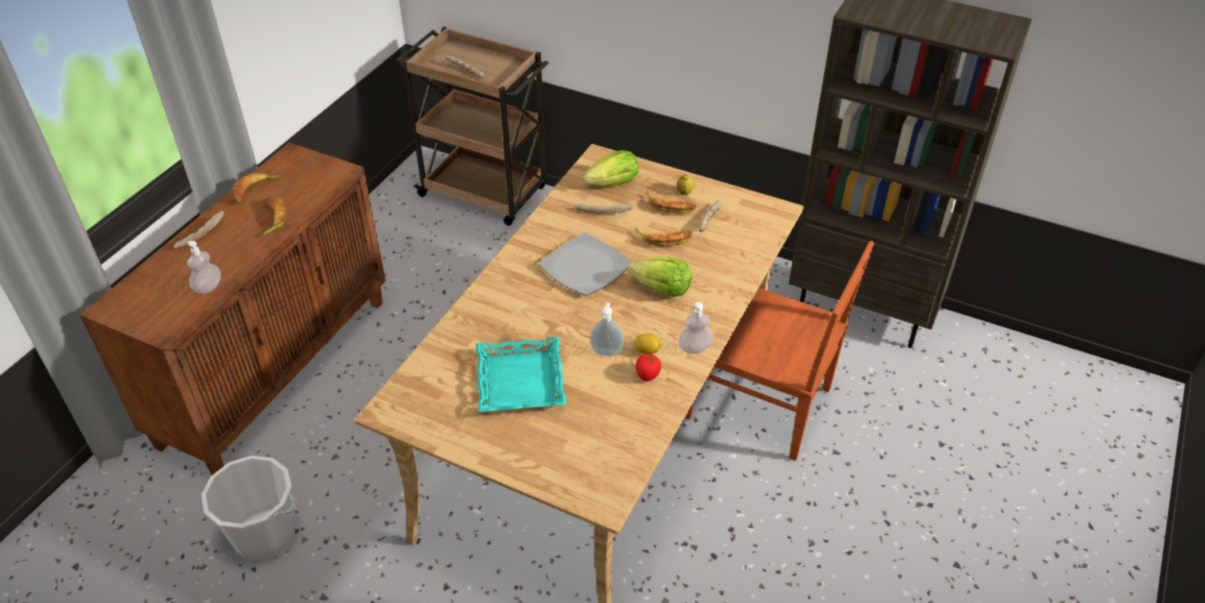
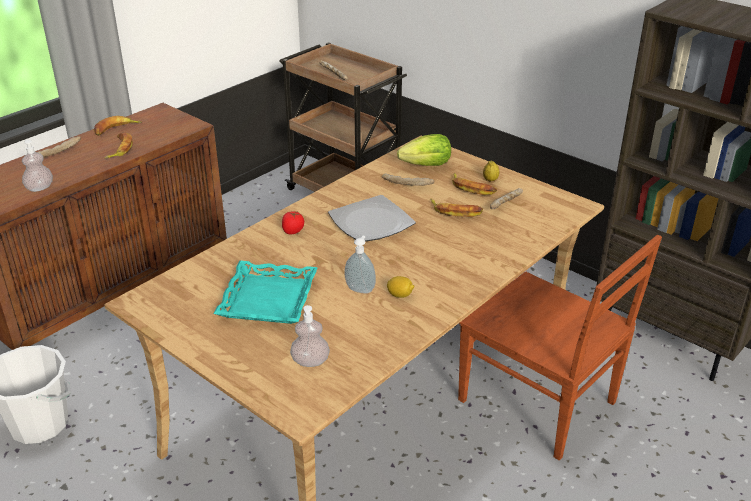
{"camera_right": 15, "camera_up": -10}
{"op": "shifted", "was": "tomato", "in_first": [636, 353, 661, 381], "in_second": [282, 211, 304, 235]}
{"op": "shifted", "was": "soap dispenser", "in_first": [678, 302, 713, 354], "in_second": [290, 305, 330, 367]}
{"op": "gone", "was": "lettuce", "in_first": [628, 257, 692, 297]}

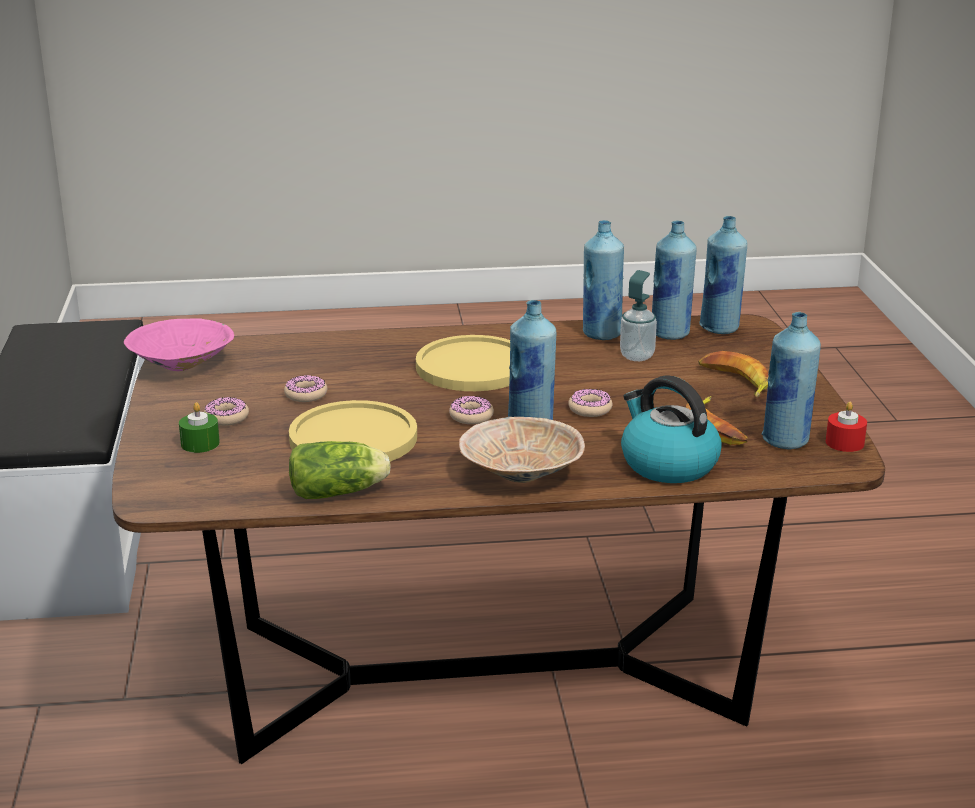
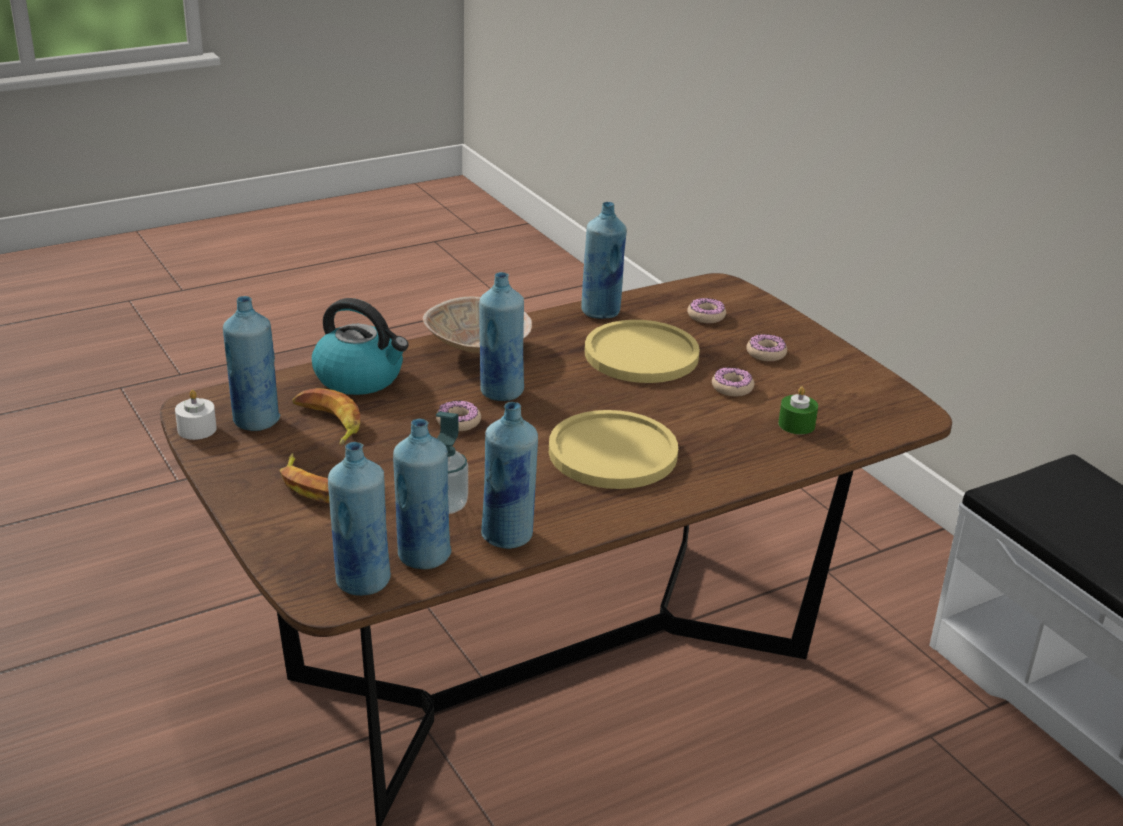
{"camera_right": 155, "camera_up": 5}
{"op": "repainted", "was": "red candle", "now": "white candle", "in_first": [826, 402, 867, 452], "in_second": [175, 390, 217, 440]}
{"op": "swapped", "was": "lettuce", "now": "blue bottle", "in_first": [289, 441, 391, 499], "in_second": [581, 202, 627, 319]}
{"op": "shifted", "was": "donut", "in_first": [449, 396, 494, 424], "in_second": [687, 298, 726, 323]}
{"op": "shifted", "was": "green candle", "in_first": [179, 402, 220, 453], "in_second": [778, 386, 818, 435]}
{"op": "gone", "was": "pink bowl", "in_first": [124, 318, 234, 371]}

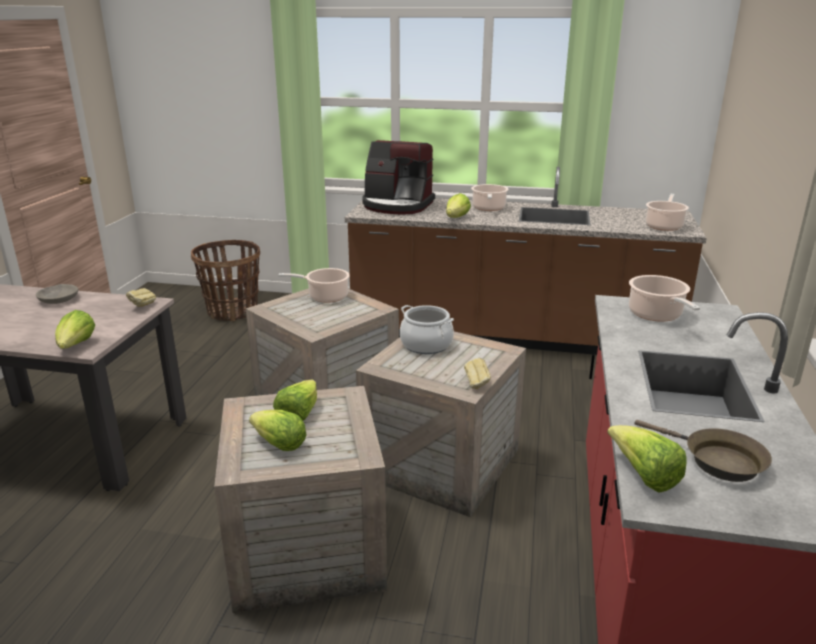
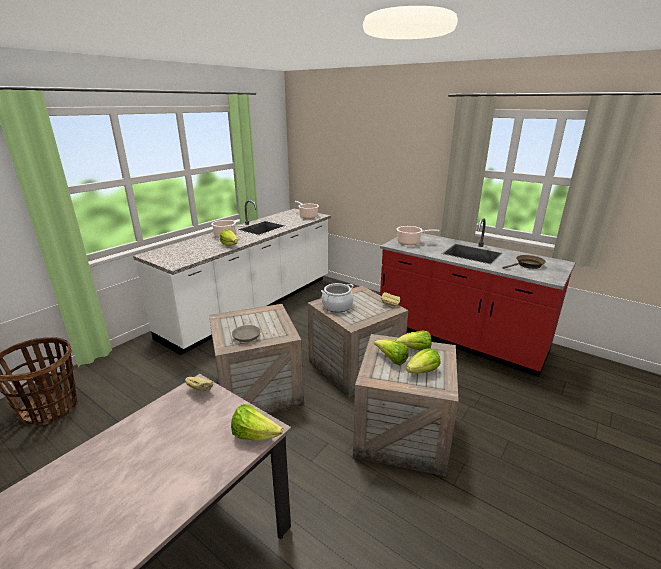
{"camera_right": -65, "camera_up": 0}
{"op": "repainted", "was": "brown counter", "now": "white counter", "in_first": [345, 166, 707, 355], "in_second": [133, 200, 331, 355]}
{"op": "shifted", "was": "grey bowl", "in_first": [36, 284, 78, 304], "in_second": [232, 325, 261, 342]}
{"op": "shifted", "was": "lettuce", "in_first": [607, 425, 687, 493], "in_second": [395, 331, 432, 351]}
{"op": "gone", "was": "cooking pot", "in_first": [278, 268, 350, 303]}
{"op": "gone", "was": "coffee machine", "in_first": [362, 140, 435, 215]}

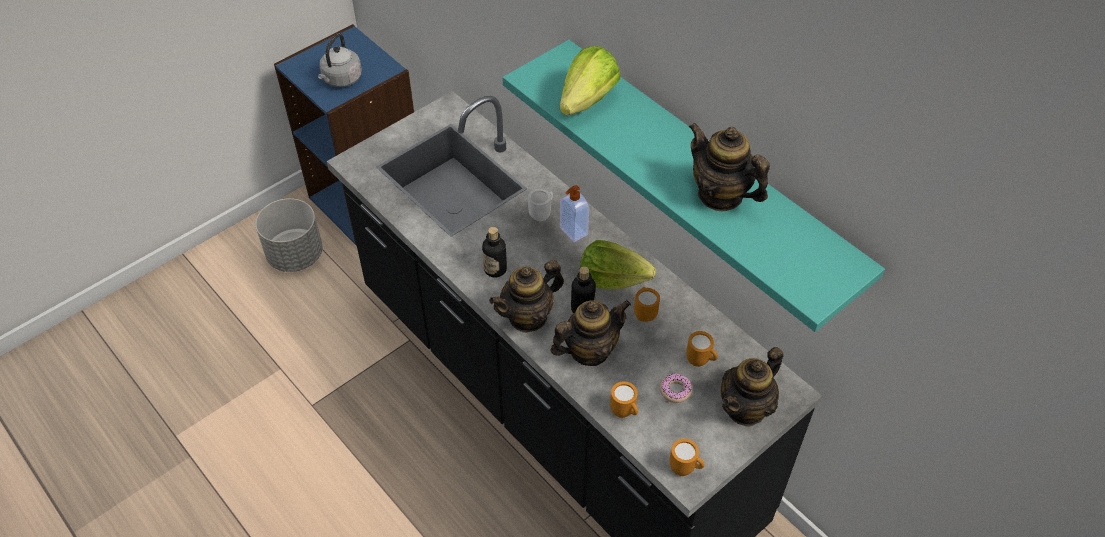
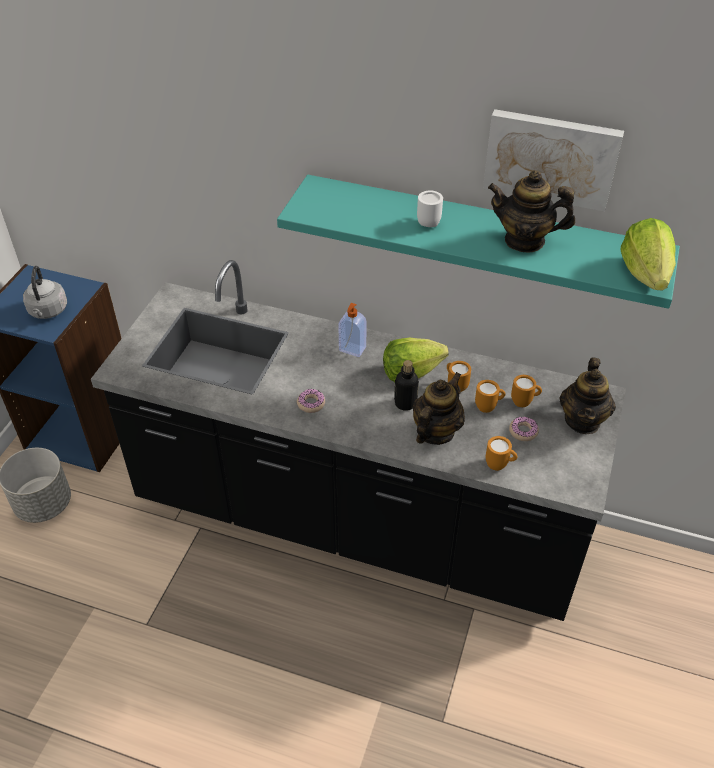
{"camera_right": -30, "camera_up": -5}
{"op": "swapped", "was": "bottle", "now": "donut", "in_first": [482, 227, 507, 278], "in_second": [297, 389, 325, 413]}
{"op": "shifted", "was": "white mug", "in_first": [528, 189, 553, 222], "in_second": [417, 190, 443, 227]}
{"op": "shifted", "was": "orange mug", "in_first": [670, 439, 705, 476], "in_second": [475, 380, 506, 413]}
{"op": "new", "now": "picture", "in_second": [483, 109, 624, 212]}
{"op": "shifted", "was": "lettuce", "in_first": [559, 46, 621, 116], "in_second": [621, 218, 676, 291]}
{"op": "gone", "was": "teapot", "in_first": [489, 260, 564, 333]}

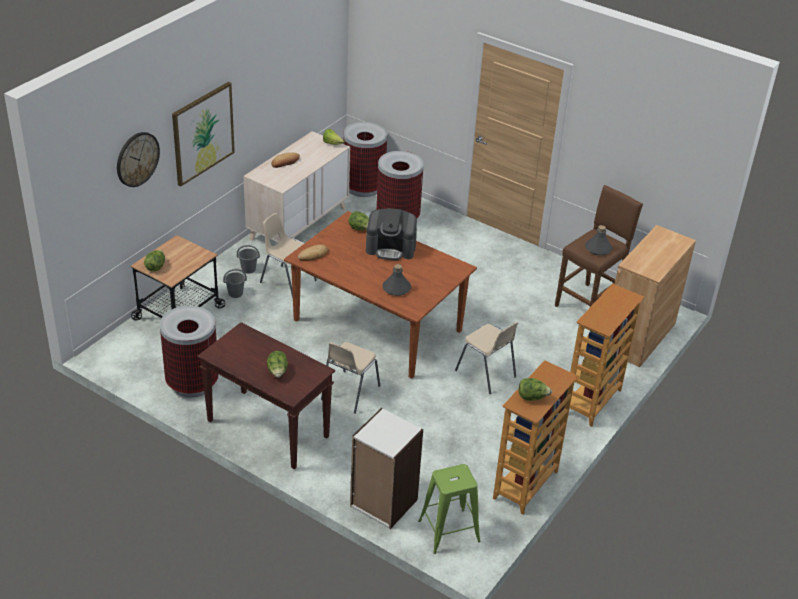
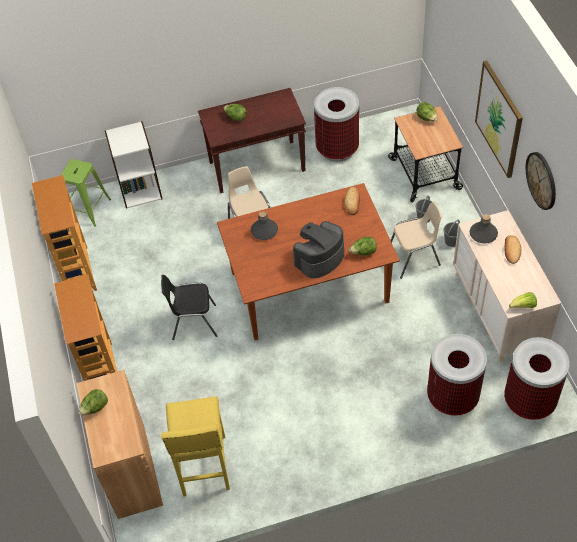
{"camera_right": 135, "camera_up": 15}
{"op": "shifted", "was": "lettuce", "in_first": [519, 378, 552, 401], "in_second": [79, 389, 108, 416]}
{"op": "repainted", "was": "beige chair", "now": "black chair", "in_first": [455, 322, 519, 394], "in_second": [161, 275, 217, 340]}
{"op": "repainted", "was": "brown stool", "now": "yellow stool", "in_first": [555, 185, 643, 307], "in_second": [161, 396, 230, 497]}
{"op": "shifted", "was": "grey bottle", "in_first": [585, 225, 612, 255], "in_second": [470, 214, 498, 244]}
{"op": "shifted", "was": "wall clock", "in_first": [117, 132, 160, 187], "in_second": [526, 152, 556, 210]}

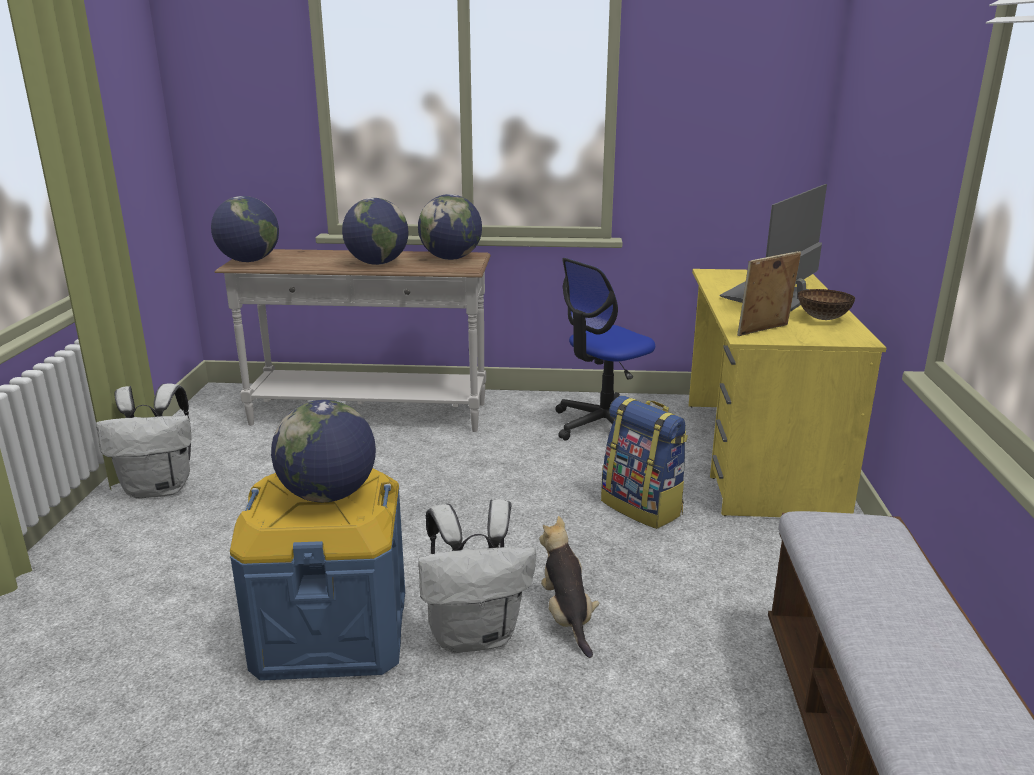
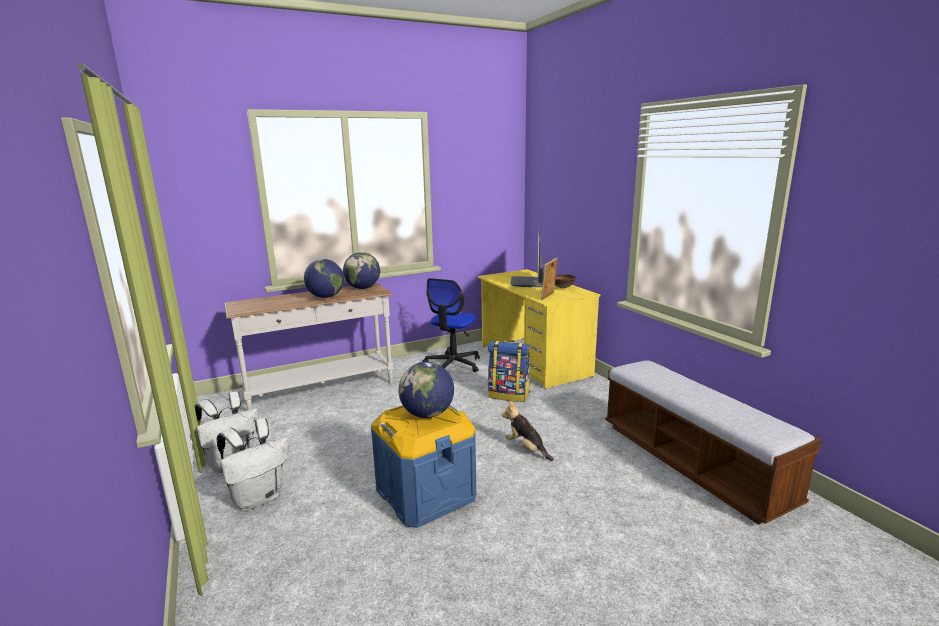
{"camera_right": -30, "camera_up": -5}
{"op": "shifted", "was": "white backpack", "in_first": [418, 499, 536, 653], "in_second": [217, 418, 288, 510]}
{"op": "gone", "was": "globe", "in_first": [211, 196, 279, 262]}

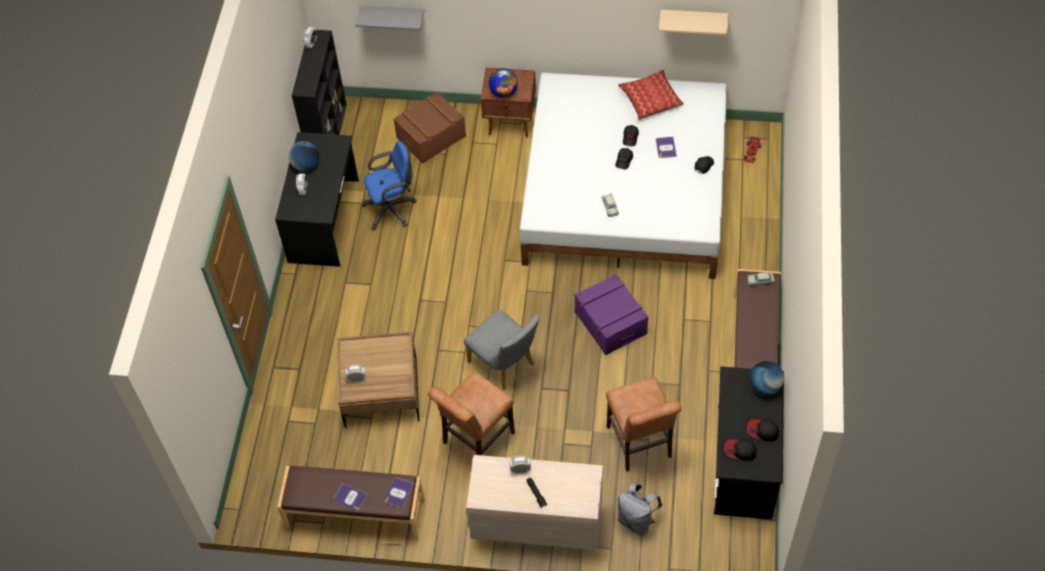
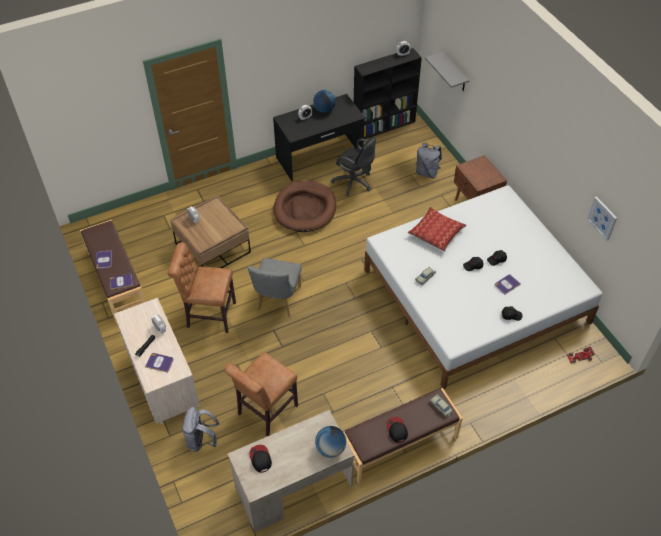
{"camera_right": 55, "camera_up": -5}
{"op": "new", "now": "book", "in_second": [145, 353, 174, 373]}
{"op": "repainted", "was": "black desk", "now": "beige desk", "in_first": [714, 366, 784, 519], "in_second": [228, 410, 355, 532]}
{"op": "new", "now": "brown dog bed", "in_second": [273, 181, 336, 232]}
{"op": "repainted", "was": "blue office chair", "now": "black office chair", "in_first": [361, 141, 417, 230], "in_second": [331, 137, 376, 196]}
{"op": "shifted", "was": "cap", "in_first": [747, 419, 779, 441], "in_second": [387, 417, 408, 443]}
{"op": "shifted", "was": "pillow", "in_first": [618, 70, 684, 120], "in_second": [408, 207, 467, 251]}
{"op": "swapped", "was": "brown storage box", "now": "grey backpack", "in_first": [393, 92, 466, 164], "in_second": [416, 143, 442, 178]}
{"op": "swapped", "was": "beige shelf", "now": "picture", "in_first": [659, 10, 728, 35], "in_second": [587, 196, 617, 241]}
{"op": "gone", "was": "globe", "in_first": [488, 68, 518, 98]}
{"op": "gone", "was": "purple storage box", "in_first": [574, 274, 649, 355]}

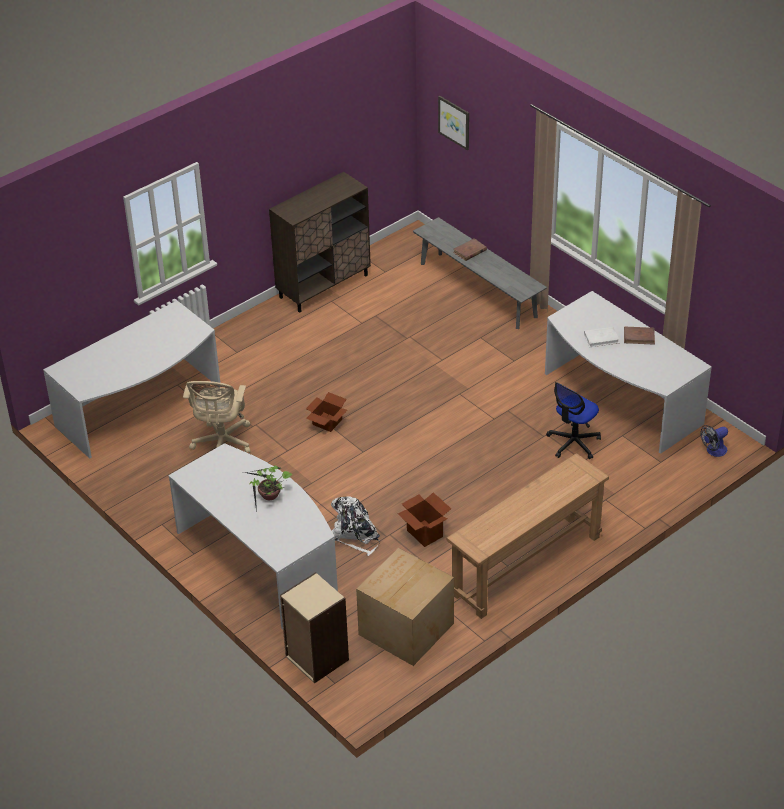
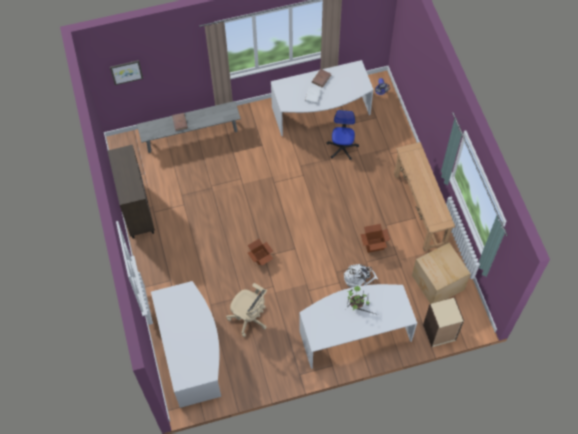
{"camera_right": -65, "camera_up": 20}
{"op": "rotated", "was": "office chair", "in_first": [546, 382, 601, 459], "in_second": [326, 110, 359, 160], "clockwise": -150}

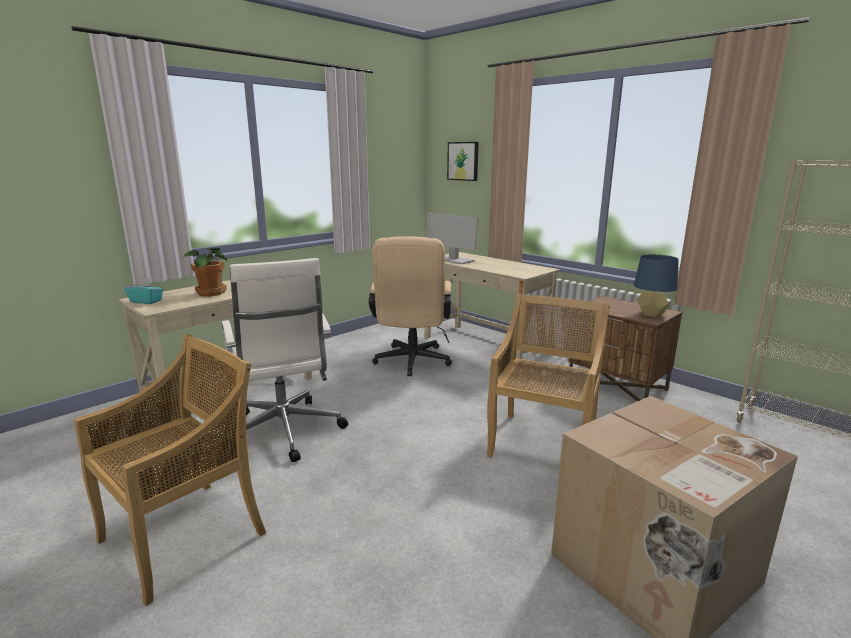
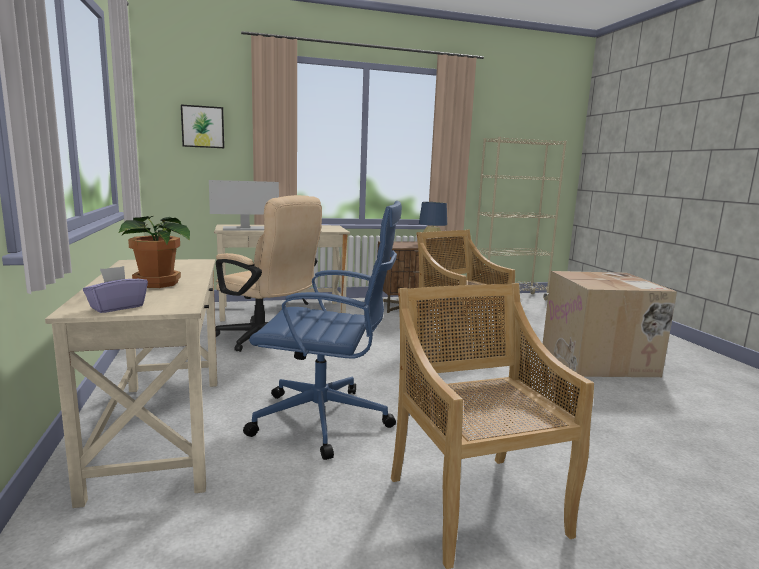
{"camera_right": -60, "camera_up": -5}
{"op": "repainted", "was": "turquoise tissue box", "now": "purple tissue box", "in_first": [125, 278, 164, 304], "in_second": [83, 266, 148, 313]}
{"op": "repainted", "was": "white office chair", "now": "blue office chair", "in_first": [222, 258, 348, 462], "in_second": [243, 201, 402, 460]}

